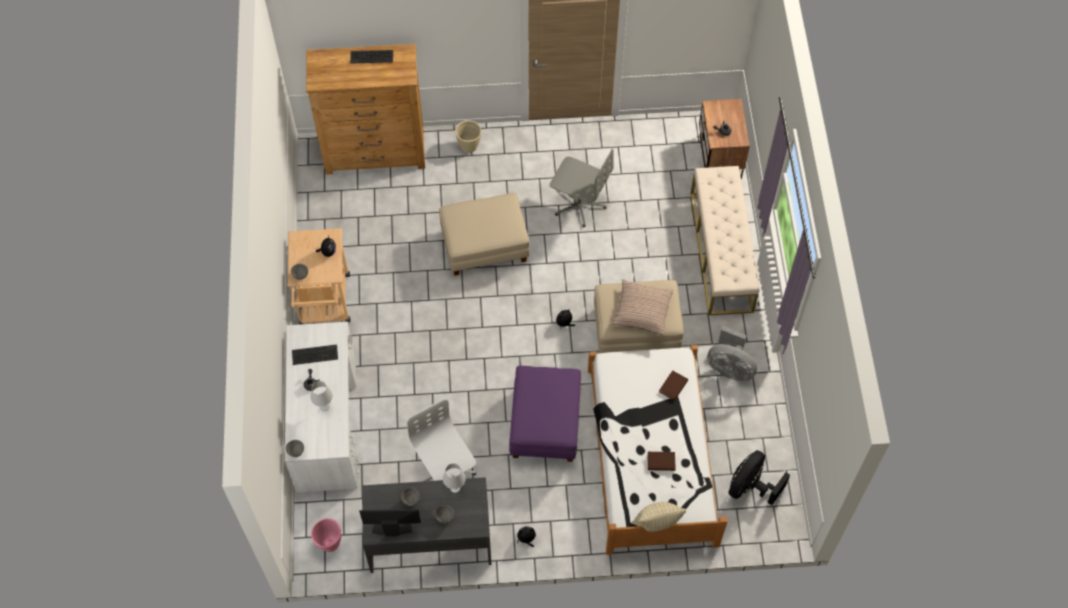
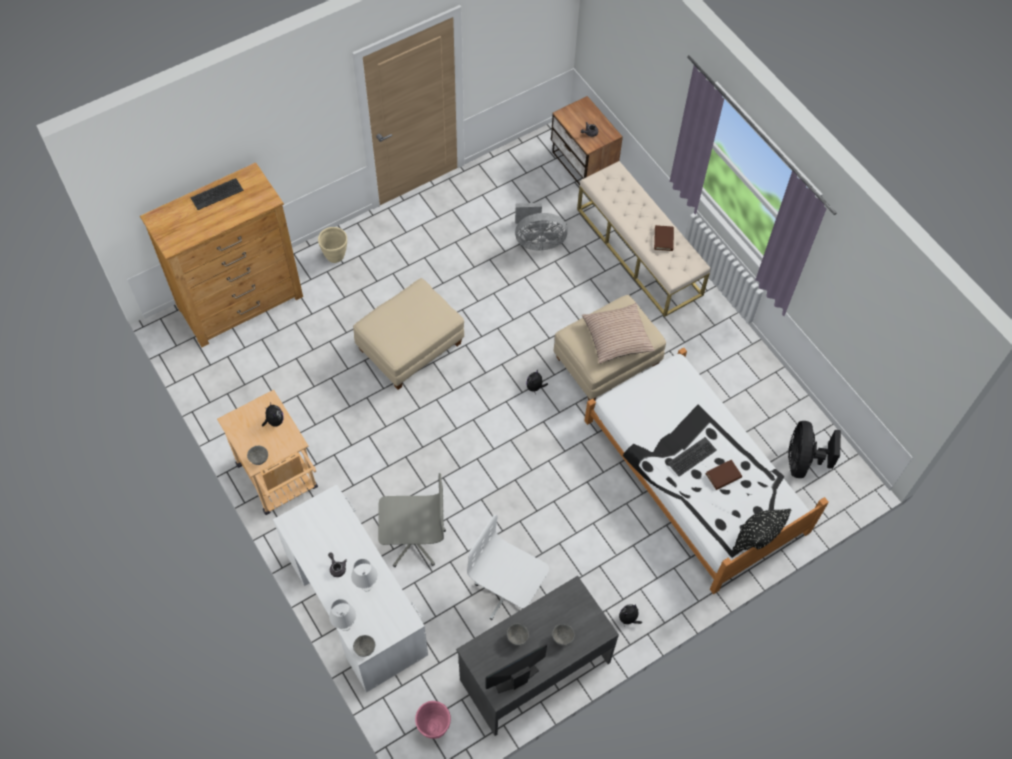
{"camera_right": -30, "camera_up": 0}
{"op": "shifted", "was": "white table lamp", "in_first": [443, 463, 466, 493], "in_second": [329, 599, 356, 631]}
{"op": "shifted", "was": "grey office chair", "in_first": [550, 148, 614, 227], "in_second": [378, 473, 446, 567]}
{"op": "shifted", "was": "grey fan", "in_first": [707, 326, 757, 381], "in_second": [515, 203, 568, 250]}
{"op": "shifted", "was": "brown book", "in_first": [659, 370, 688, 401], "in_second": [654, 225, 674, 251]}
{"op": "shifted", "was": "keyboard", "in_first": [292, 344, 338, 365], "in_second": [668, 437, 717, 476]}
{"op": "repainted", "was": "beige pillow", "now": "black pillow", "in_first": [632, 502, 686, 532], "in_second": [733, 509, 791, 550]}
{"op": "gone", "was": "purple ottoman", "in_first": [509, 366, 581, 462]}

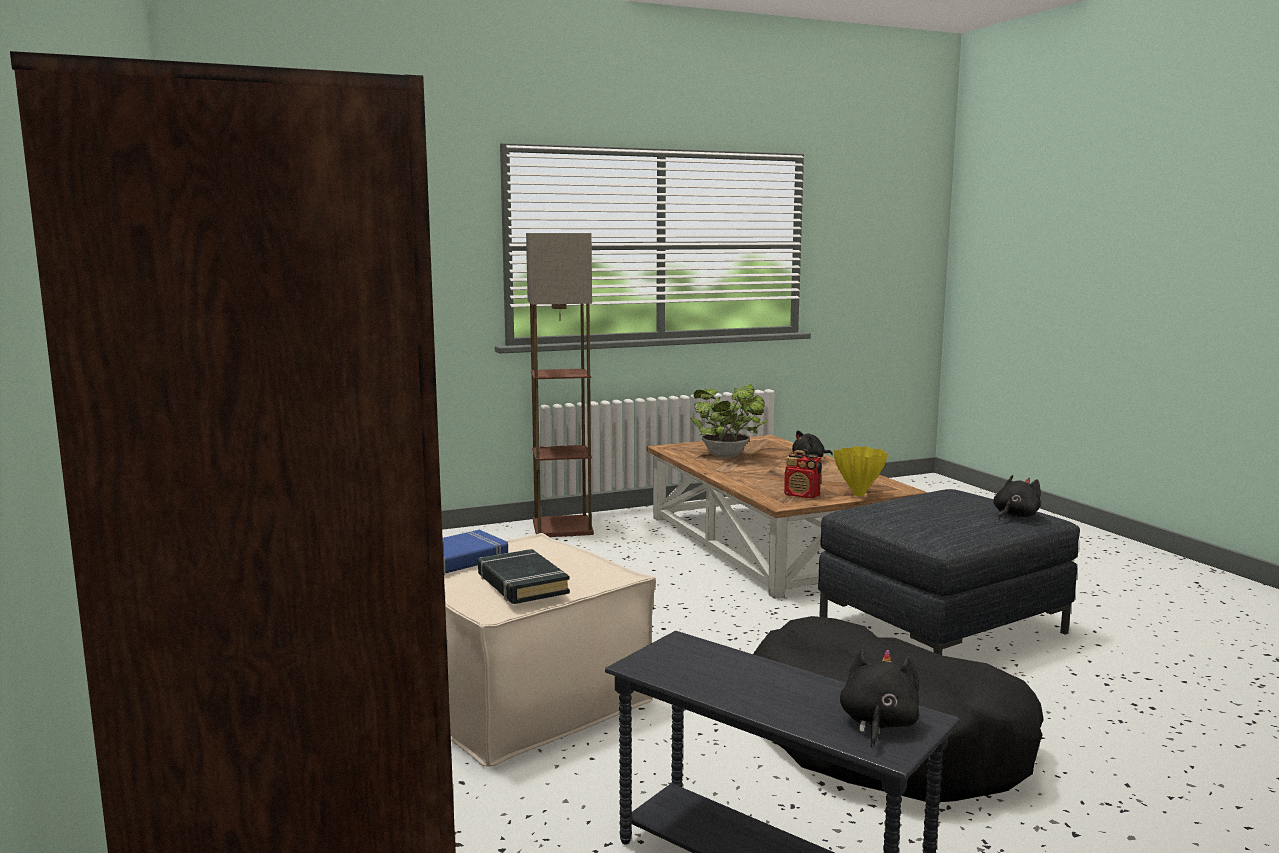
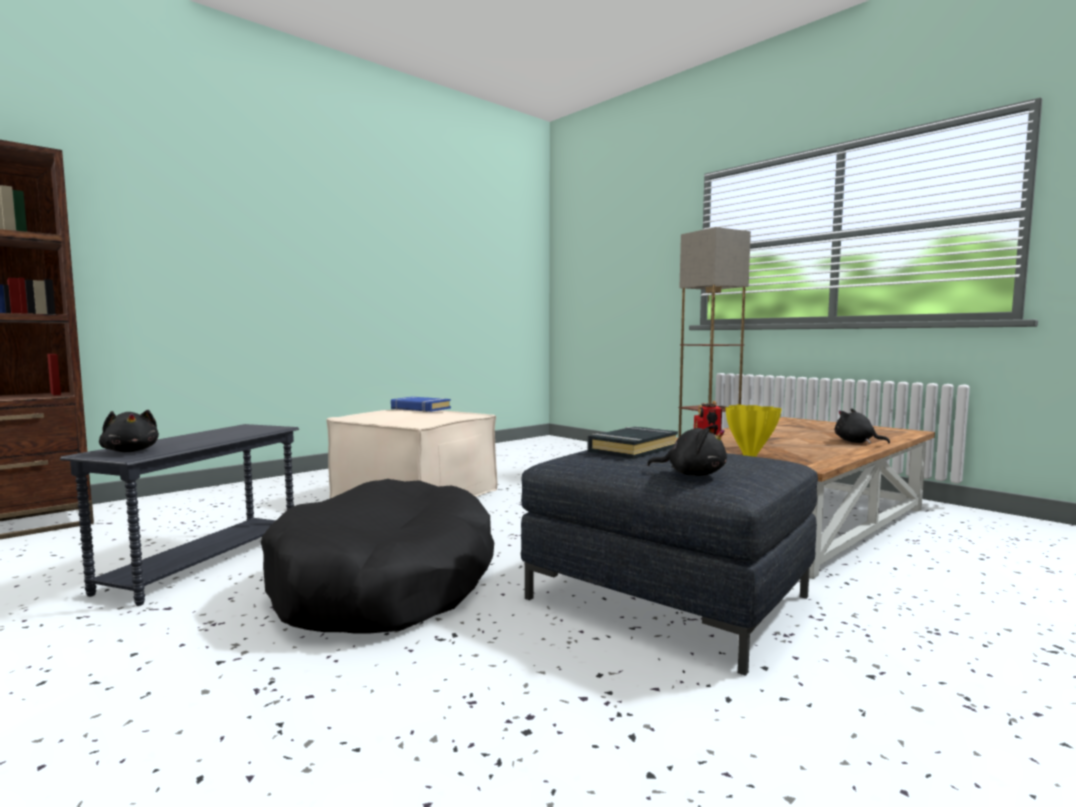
{"camera_right": 70, "camera_up": -5}
{"op": "rotated", "was": "black plush toy", "in_first": [840, 649, 920, 748], "in_second": [99, 410, 159, 452], "clockwise": 45}
{"op": "shifted", "was": "black book", "in_first": [478, 549, 570, 604], "in_second": [588, 426, 678, 459]}
{"op": "gone", "was": "potted plant", "in_first": [690, 384, 768, 458]}

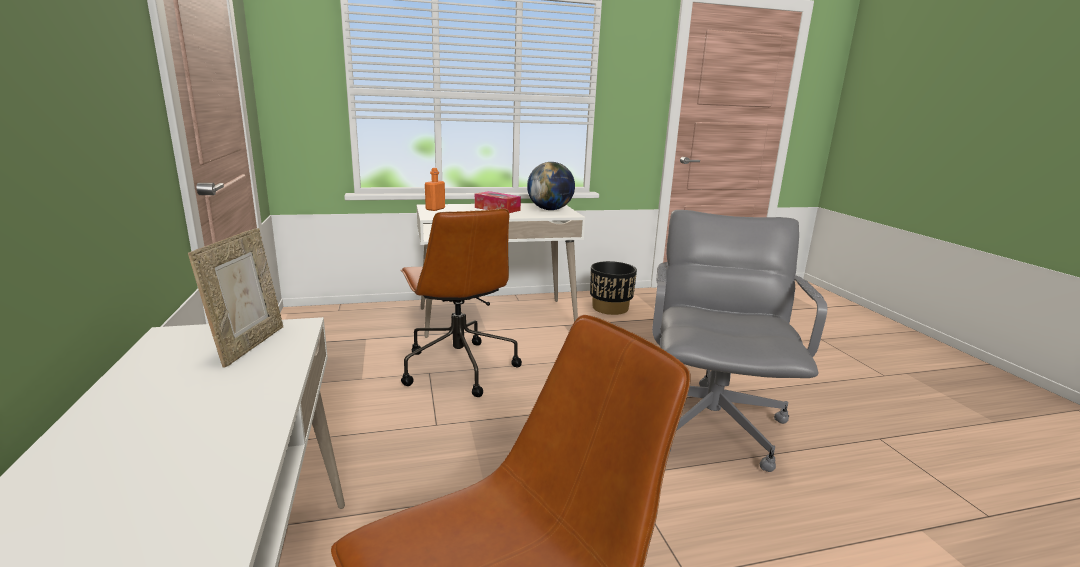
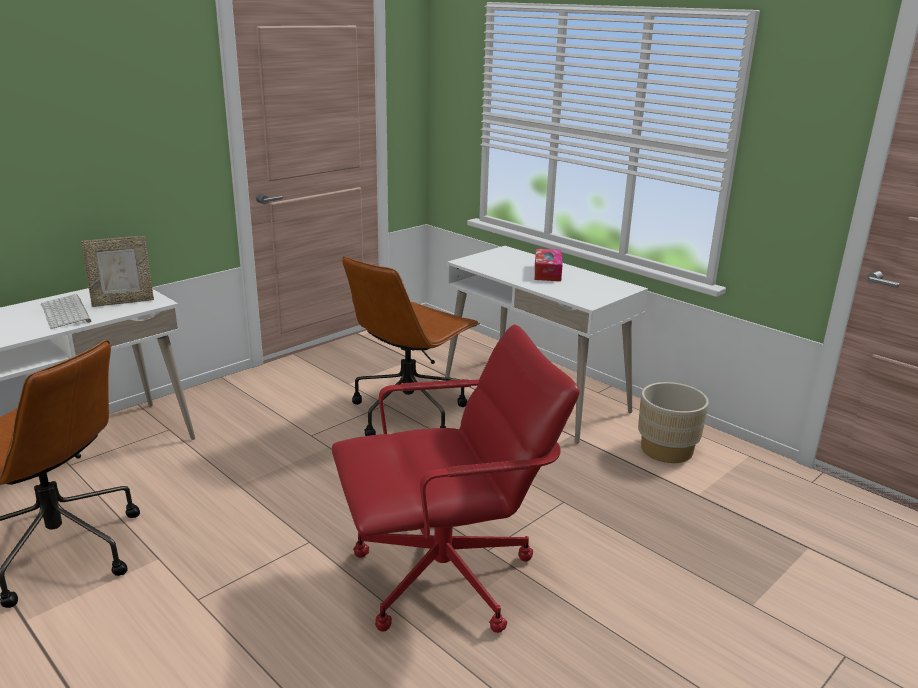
{"camera_right": 60, "camera_up": 5}
{"op": "new", "now": "keyboard", "in_second": [41, 294, 92, 329]}
{"op": "repainted", "was": "grey office chair", "now": "red office chair", "in_first": [652, 210, 827, 472], "in_second": [332, 325, 580, 633]}
{"op": "repainted", "was": "black planter", "now": "beige planter", "in_first": [590, 261, 637, 315], "in_second": [638, 382, 709, 463]}
{"op": "gone", "was": "orange bottle", "in_first": [425, 168, 445, 211]}
{"op": "gone", "was": "globe", "in_first": [527, 162, 575, 210]}

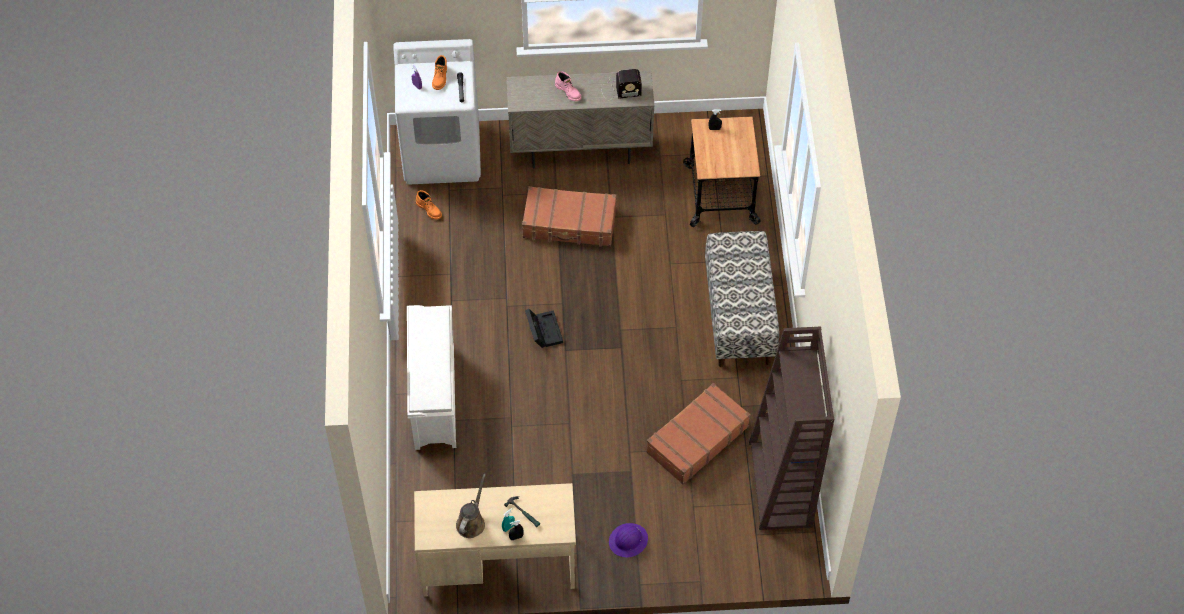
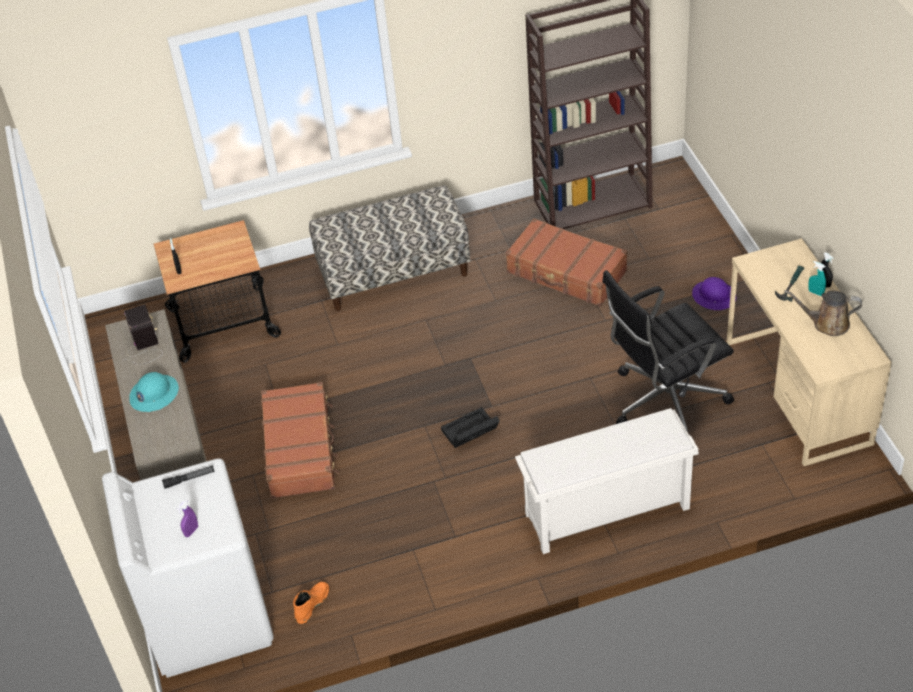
{"camera_right": -100, "camera_up": -10}
{"op": "swapped", "was": "pink boot", "now": "turquoise hard hat", "in_first": [555, 71, 581, 101], "in_second": [129, 372, 179, 412]}
{"op": "new", "now": "black office chair", "in_second": [602, 270, 734, 437]}
{"op": "gone", "was": "orange boot", "in_first": [432, 55, 447, 90]}

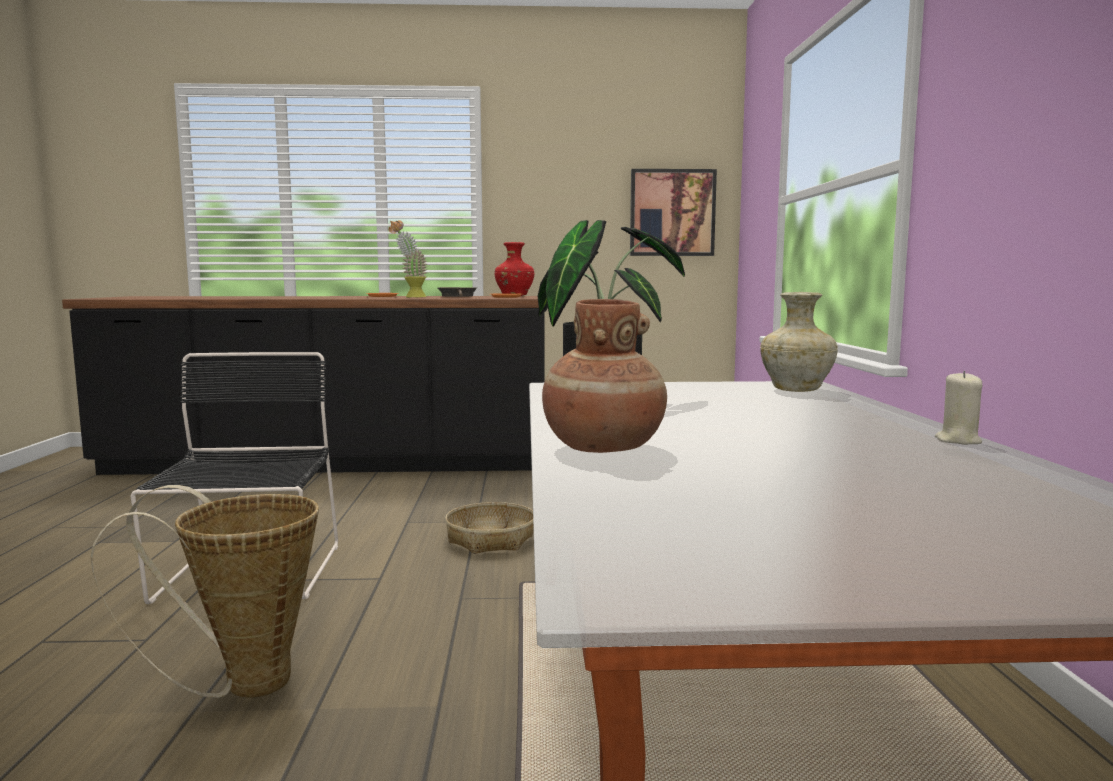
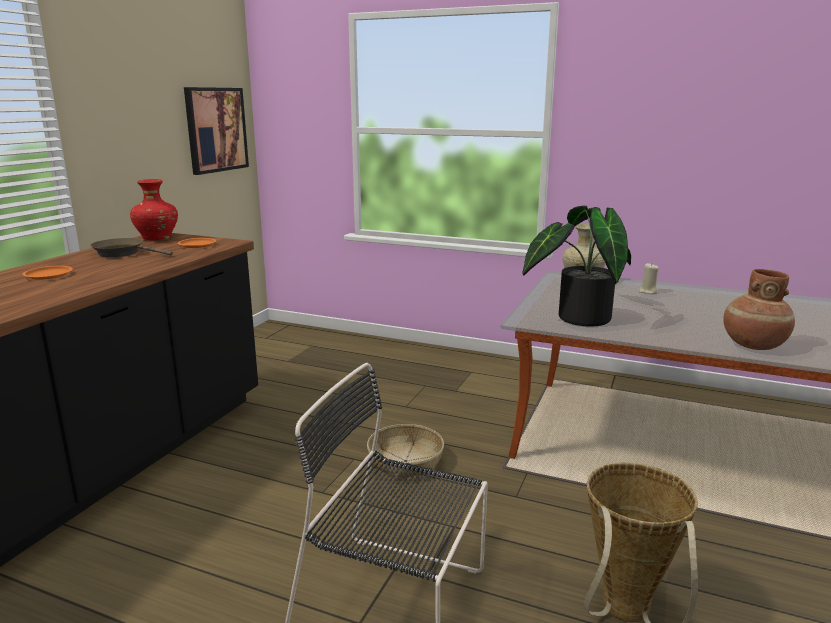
{"camera_right": -65, "camera_up": 10}
{"op": "shifted", "was": "beige candle", "in_first": [935, 371, 982, 445], "in_second": [639, 263, 659, 294]}
{"op": "gone", "was": "potted plant", "in_first": [389, 220, 427, 297]}

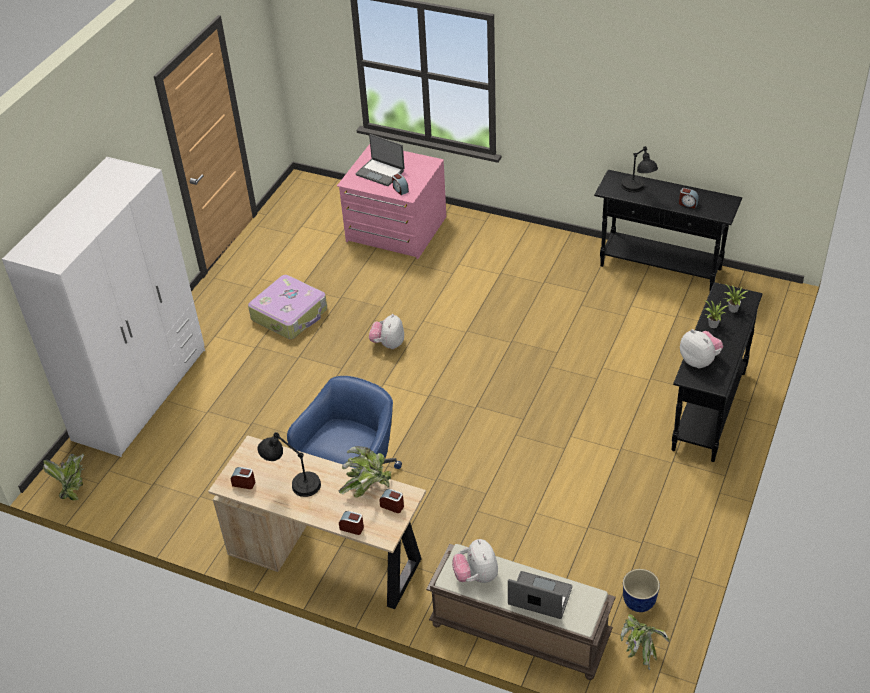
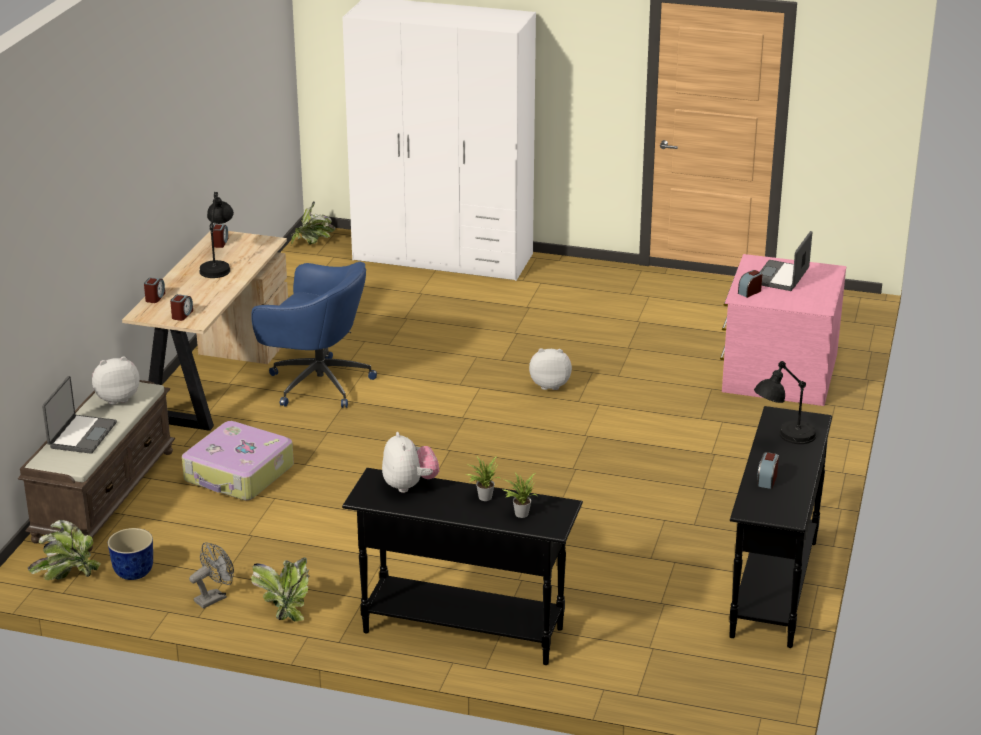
{"camera_right": 80, "camera_up": -15}
{"op": "shifted", "was": "suitcase", "in_first": [248, 275, 327, 339], "in_second": [182, 421, 294, 500]}
{"op": "new", "now": "grey fan", "in_second": [189, 542, 234, 609]}
{"op": "shifted", "was": "potted plant", "in_first": [339, 446, 392, 498], "in_second": [251, 557, 309, 622]}
{"op": "rotated", "was": "plush toy", "in_first": [680, 329, 723, 368], "in_second": [382, 432, 439, 493], "clockwise": -60}

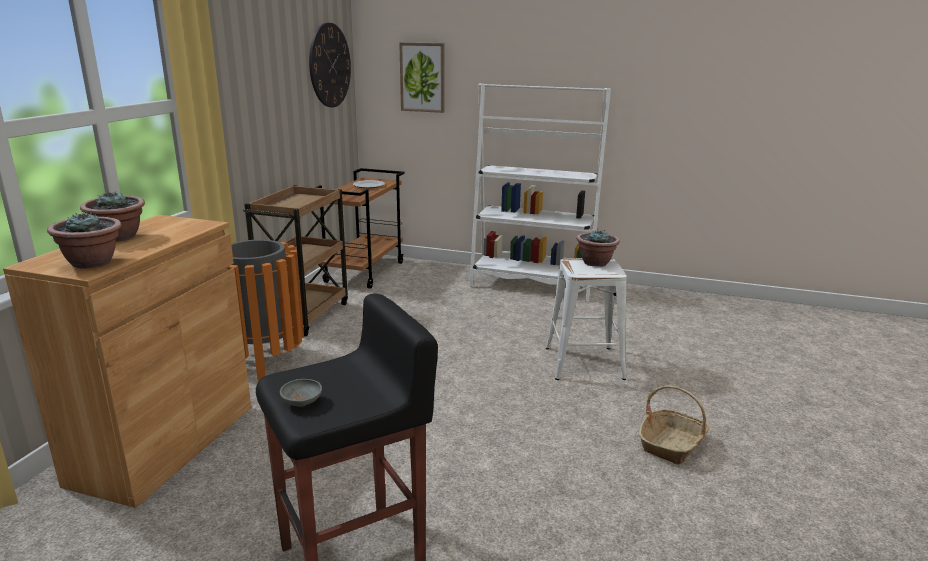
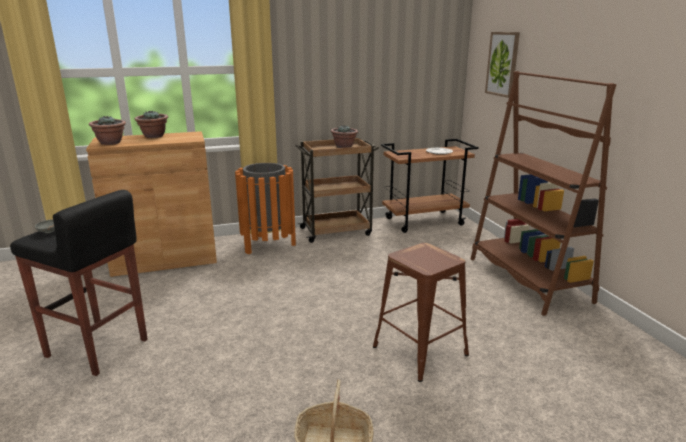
{"camera_right": 55, "camera_up": 0}
{"op": "shifted", "was": "potted plant", "in_first": [576, 229, 620, 267], "in_second": [331, 125, 358, 148]}
{"op": "repainted", "was": "white stool", "now": "brown stool", "in_first": [546, 258, 627, 380], "in_second": [373, 243, 469, 382]}
{"op": "repainted", "was": "white bookcase", "now": "brown bookcase", "in_first": [469, 83, 611, 302], "in_second": [471, 71, 616, 316]}
{"op": "gone", "was": "wall clock", "in_first": [309, 23, 351, 107]}

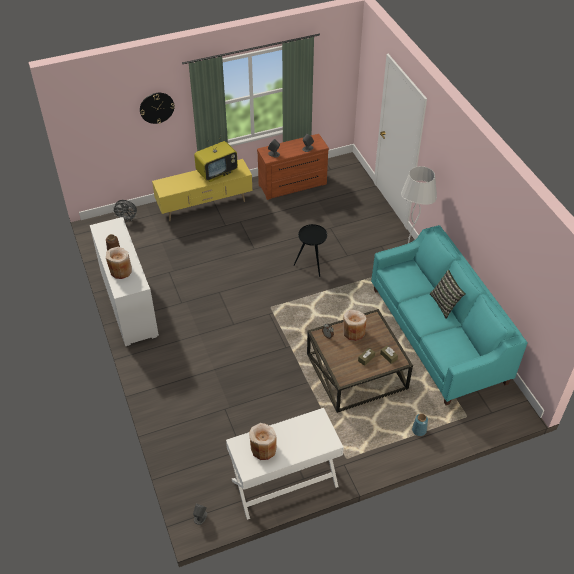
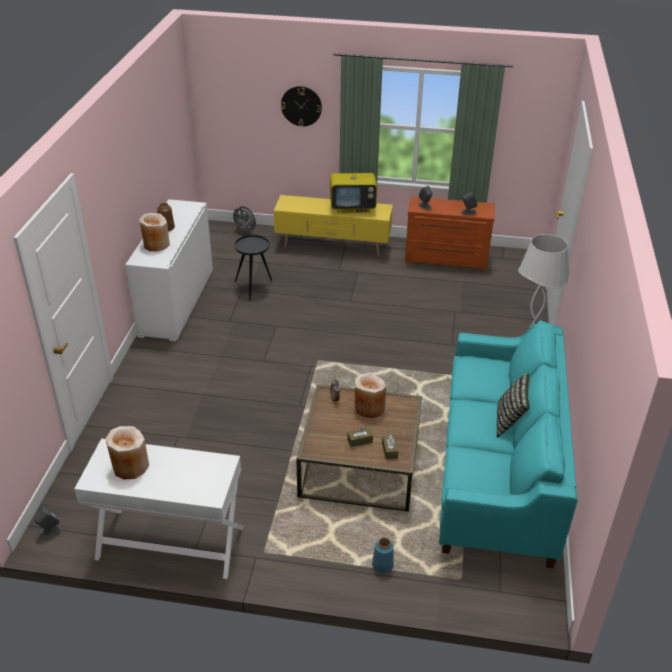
{"camera_right": 30, "camera_up": -10}
{"op": "shifted", "was": "black side table", "in_first": [294, 224, 327, 277], "in_second": [234, 235, 272, 300]}

